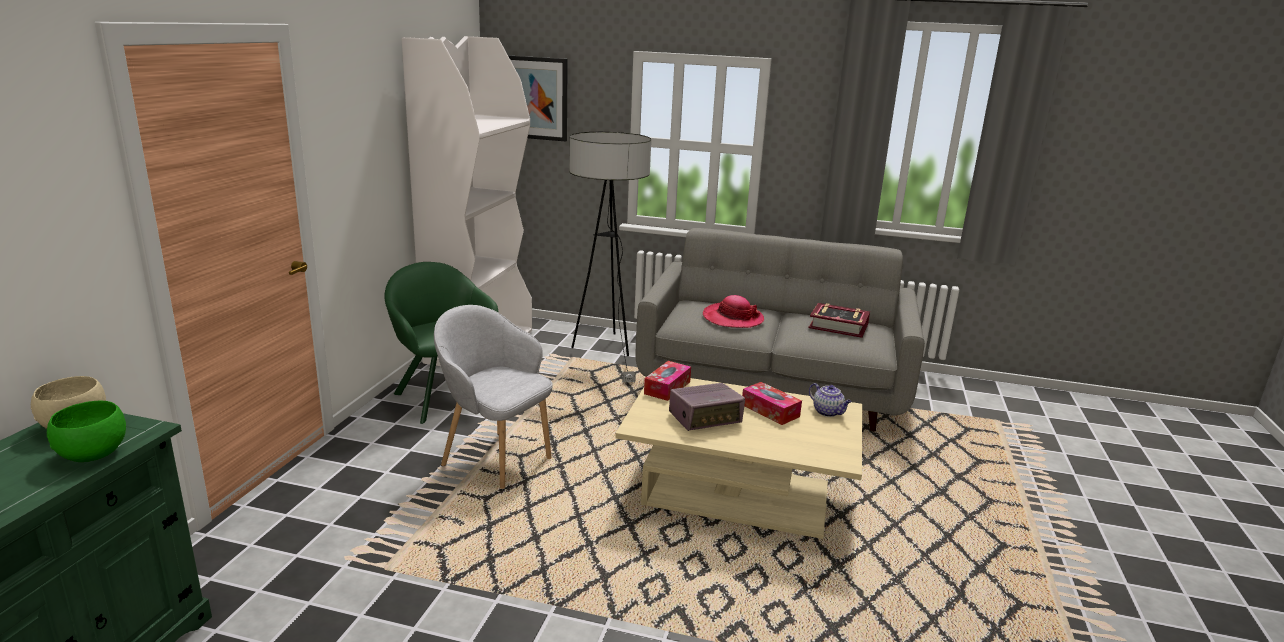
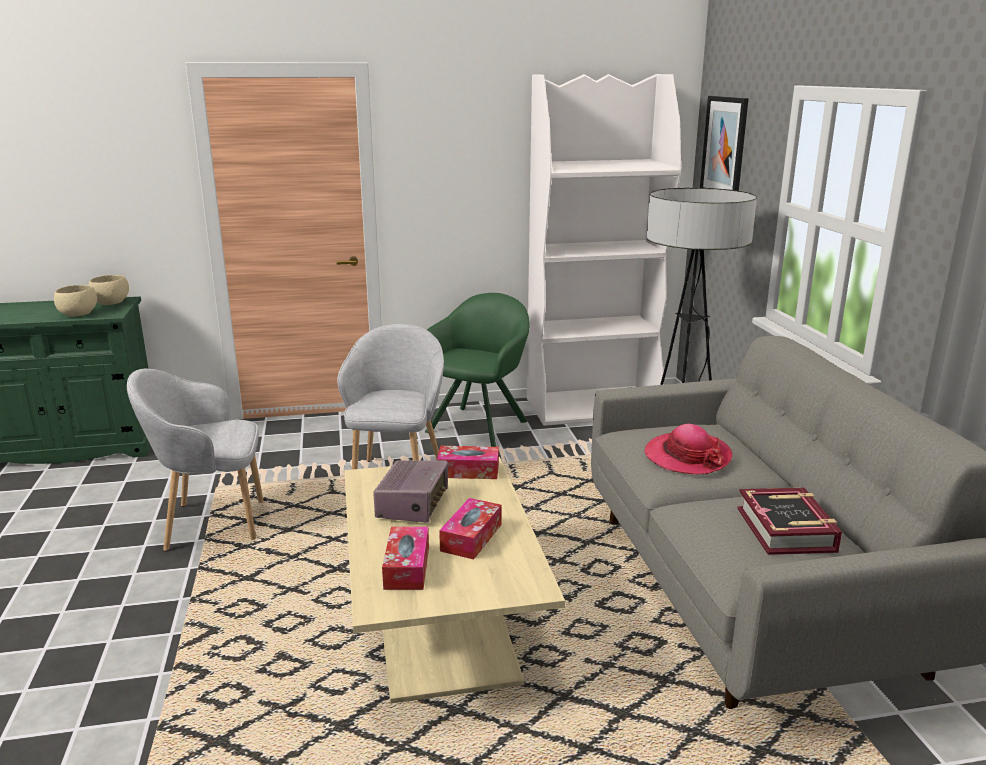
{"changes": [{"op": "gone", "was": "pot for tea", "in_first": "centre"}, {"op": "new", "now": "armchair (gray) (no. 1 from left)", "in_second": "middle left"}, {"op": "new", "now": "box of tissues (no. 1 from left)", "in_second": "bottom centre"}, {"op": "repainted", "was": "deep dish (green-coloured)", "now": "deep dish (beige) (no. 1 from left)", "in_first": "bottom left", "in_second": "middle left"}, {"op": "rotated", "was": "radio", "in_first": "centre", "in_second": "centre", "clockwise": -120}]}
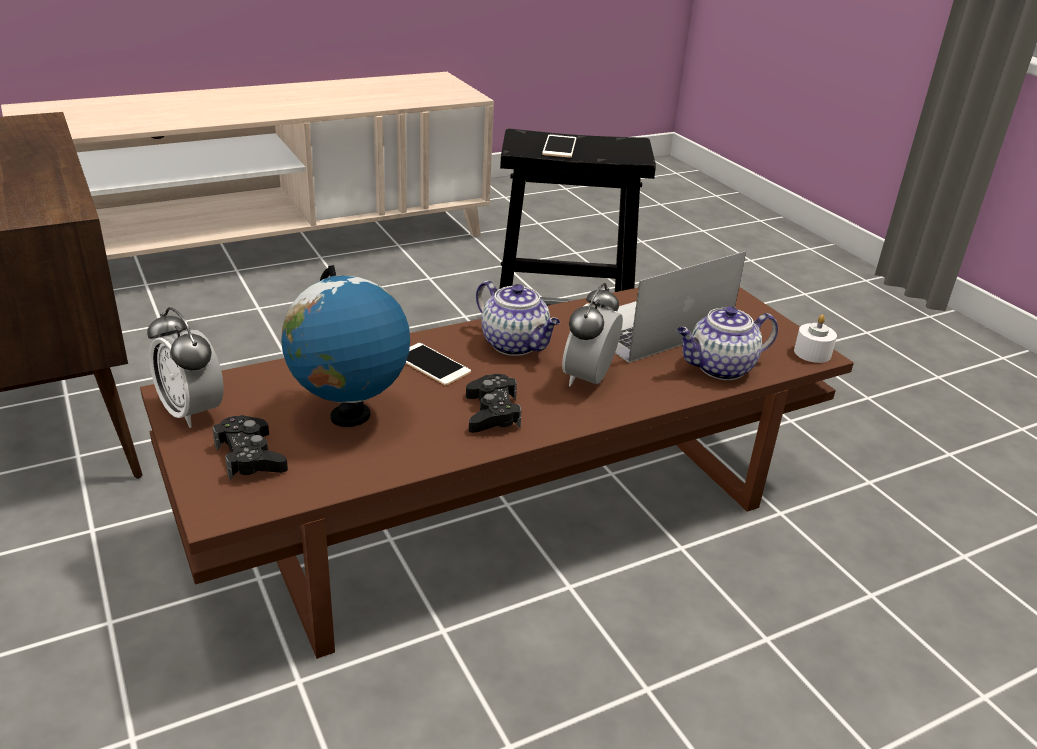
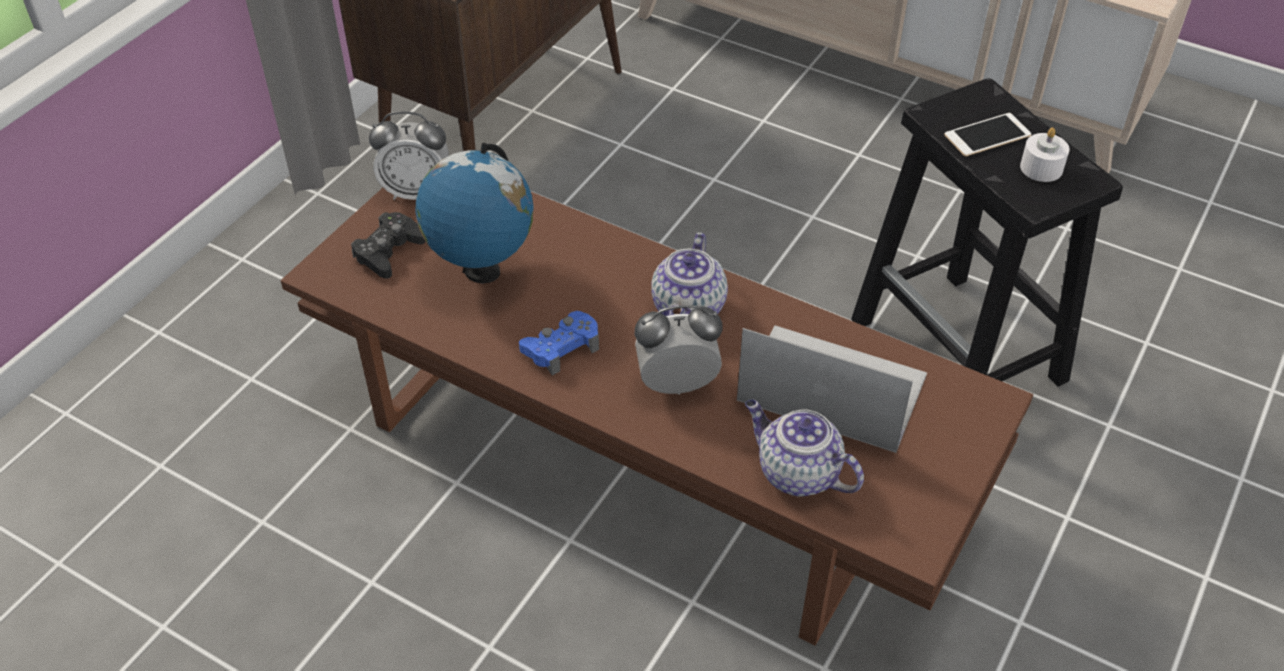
{"changes": [{"op": "gone", "was": "phone (no. 1 from left)", "in_first": "centre"}, {"op": "shifted", "was": "wax light (white-coloured)", "in_first": "middle right", "in_second": "top right"}, {"op": "repainted", "was": "joypad (black-coloured) (no. 2 from left)", "now": "joypad (blue-coloured)", "in_first": "centre", "in_second": "centre"}, {"op": "rotated", "was": "bedside clock (no. 1 from left)", "in_first": "middle left", "in_second": "top left", "clockwise": -105}]}
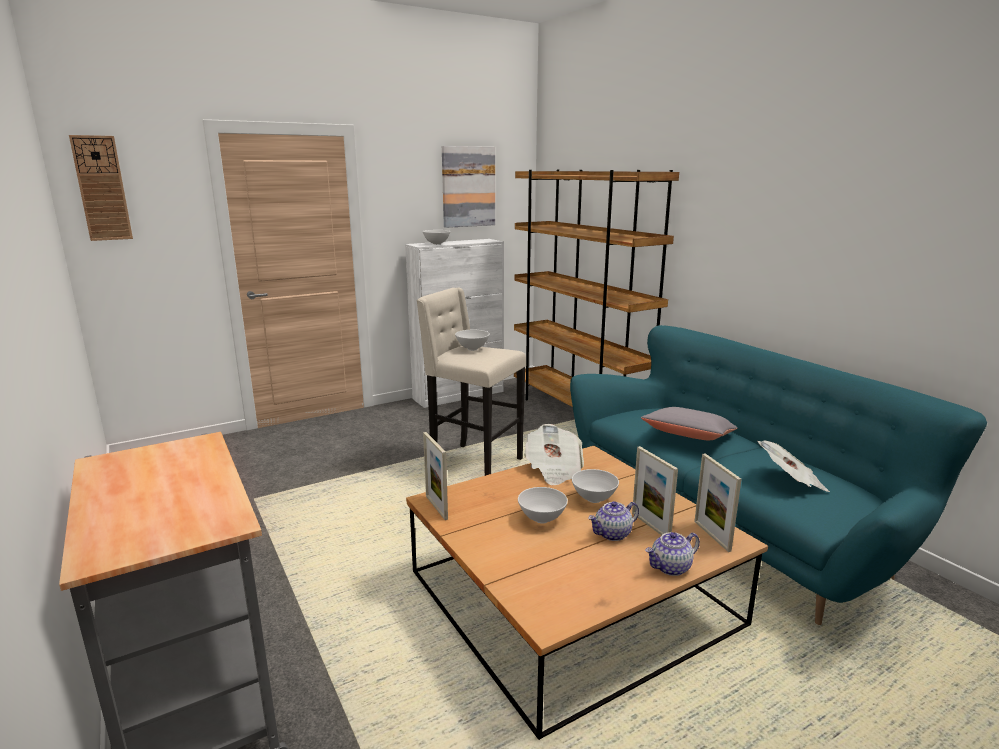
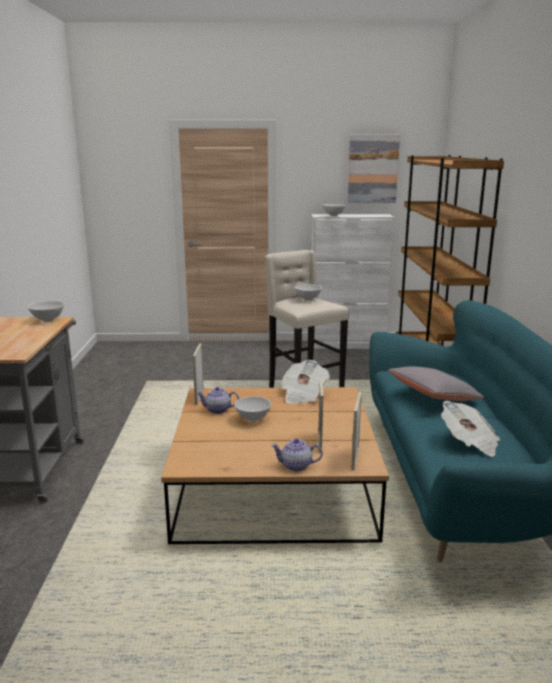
{"changes": [{"op": "gone", "was": "clock on the wall", "in_first": "top left"}, {"op": "shifted", "was": "deep dish (white-coloured) (no. 4 from left in the first image)", "now": "deep dish (white-coloured) (no. 1 from left)", "in_first": "centre", "in_second": "middle left"}, {"op": "shifted", "was": "pot for tea (no. 1 from left)", "in_first": "bottom centre", "in_second": "centre"}]}
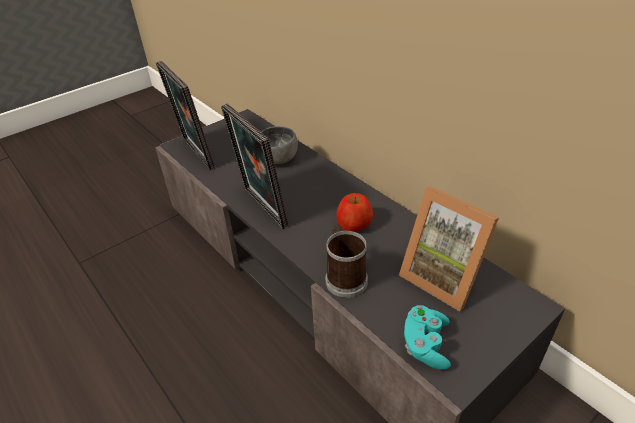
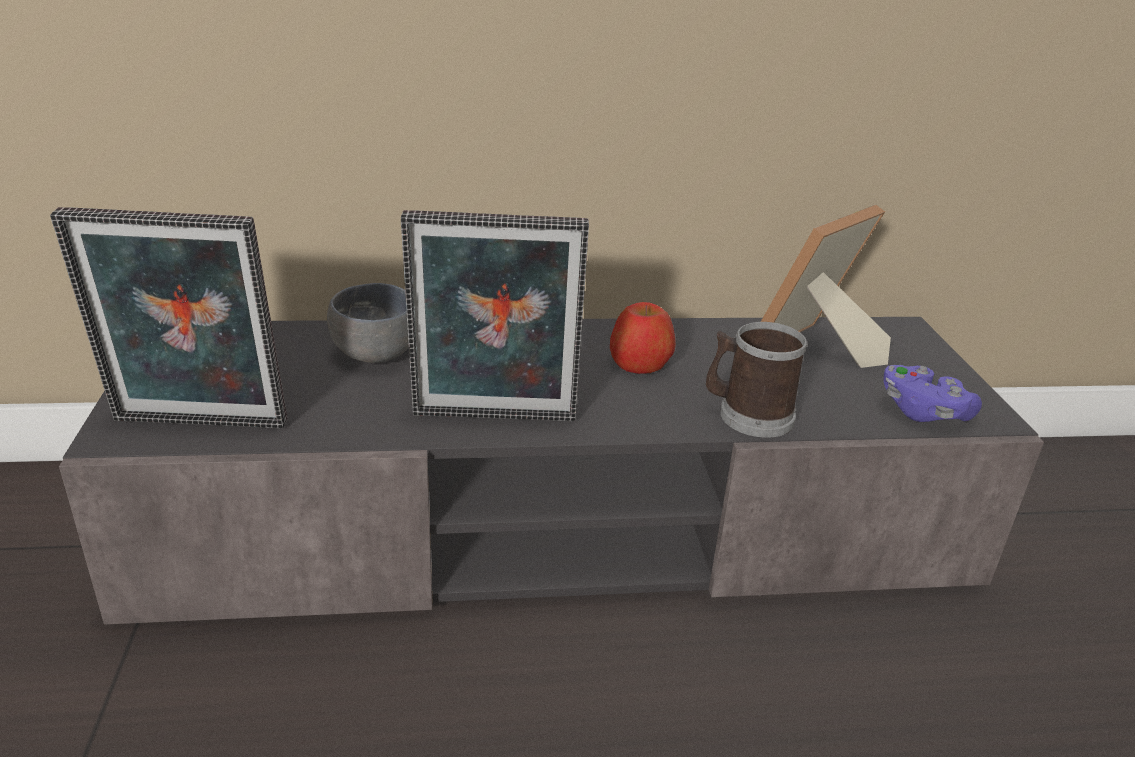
{"changes": [{"op": "repainted", "was": "joypad (turquoise-coloured)", "now": "joypad (purple-coloured)", "in_first": "bottom right", "in_second": "middle right"}, {"op": "rotated", "was": "photo frame (no. 3 from left)", "in_first": "middle right", "in_second": "middle right", "clockwise": 150}]}
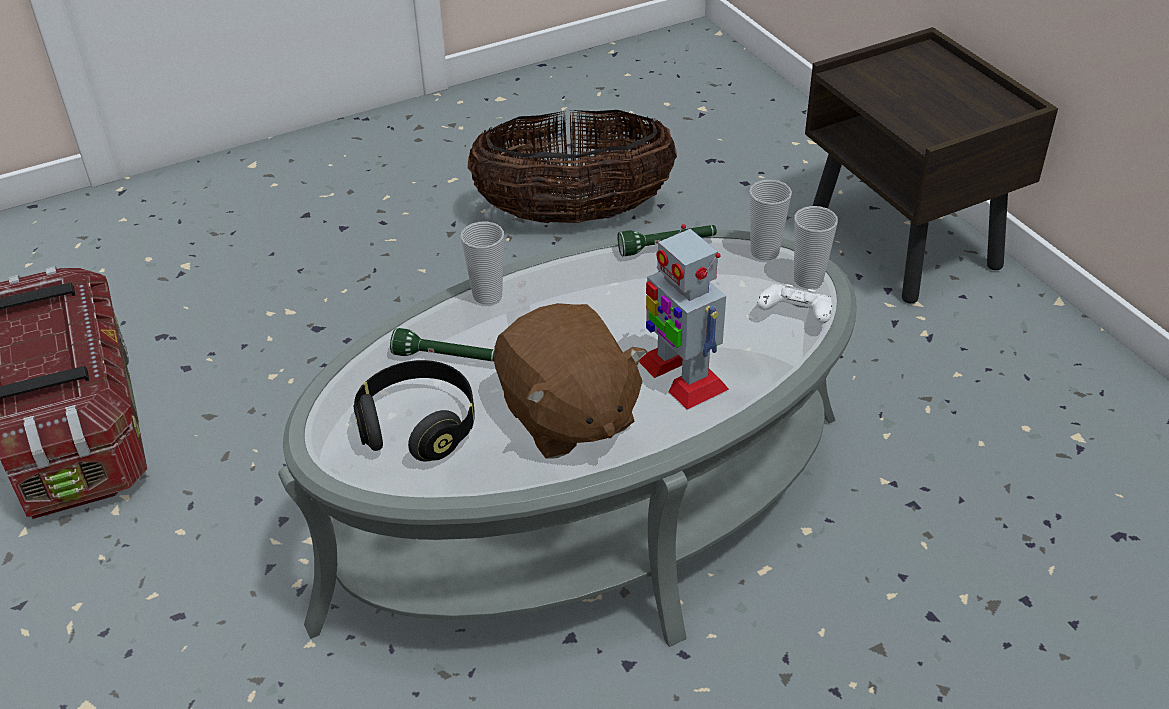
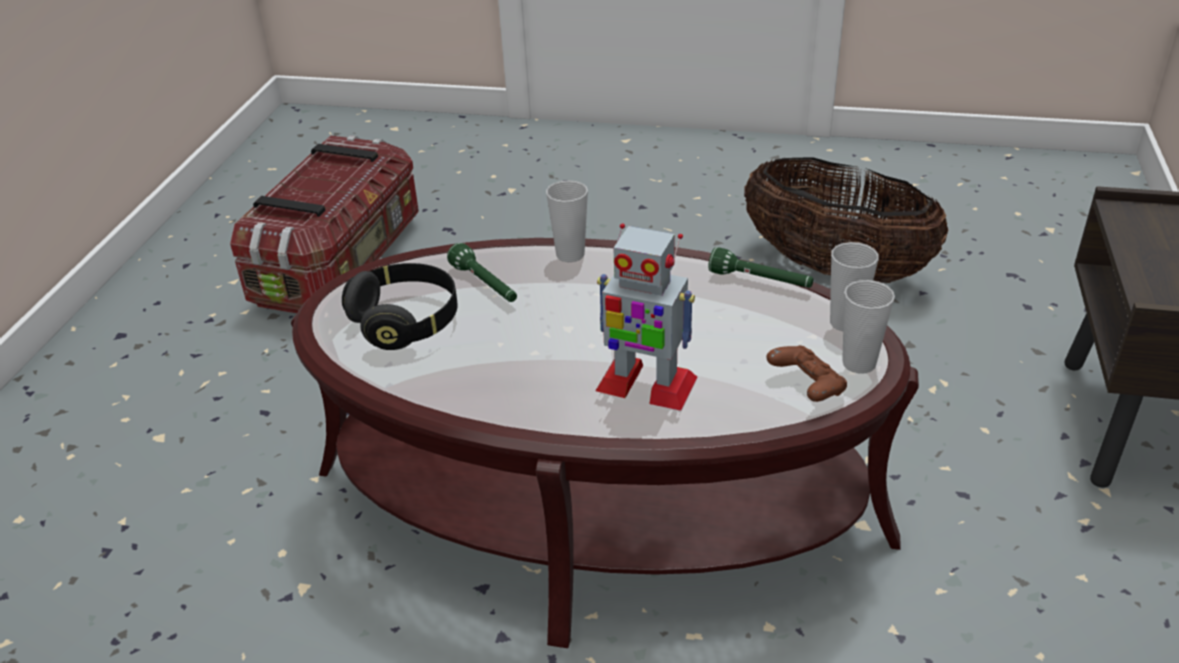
{"changes": [{"op": "gone", "was": "plush toy (brown-coloured)", "in_first": "centre"}, {"op": "repainted", "was": "coffee table (gray)", "now": "coffee table (brown-coloured)", "in_first": "centre", "in_second": "bottom centre"}, {"op": "repainted", "was": "joypad (white-coloured)", "now": "joypad (brown-coloured)", "in_first": "middle right", "in_second": "middle right"}, {"op": "rotated", "was": "model robot", "in_first": "centre", "in_second": "centre", "clockwise": -75}]}
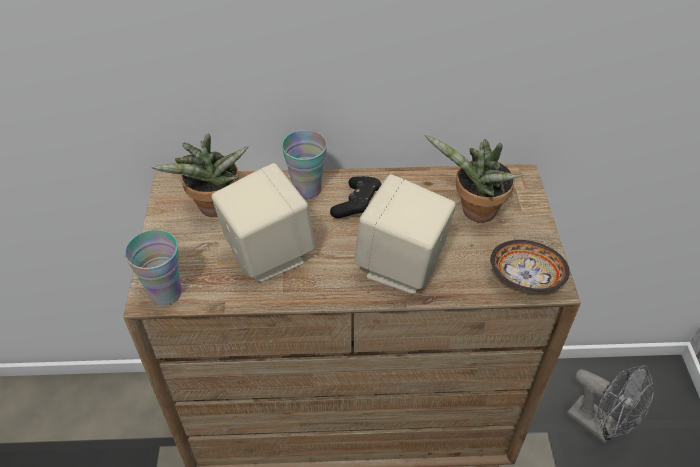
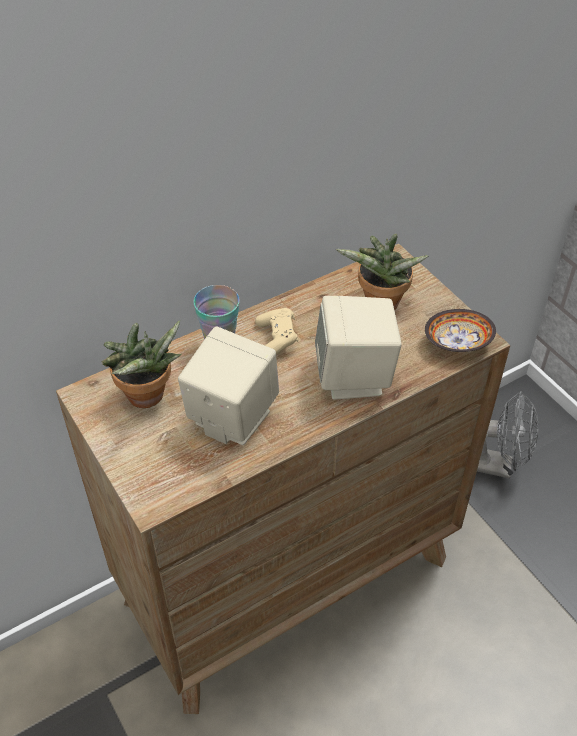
{"changes": [{"op": "gone", "was": "cup (no. 1 from left)", "in_first": "middle left"}, {"op": "repainted", "was": "joypad (black-coloured)", "now": "joypad (beige)", "in_first": "centre", "in_second": "centre"}]}
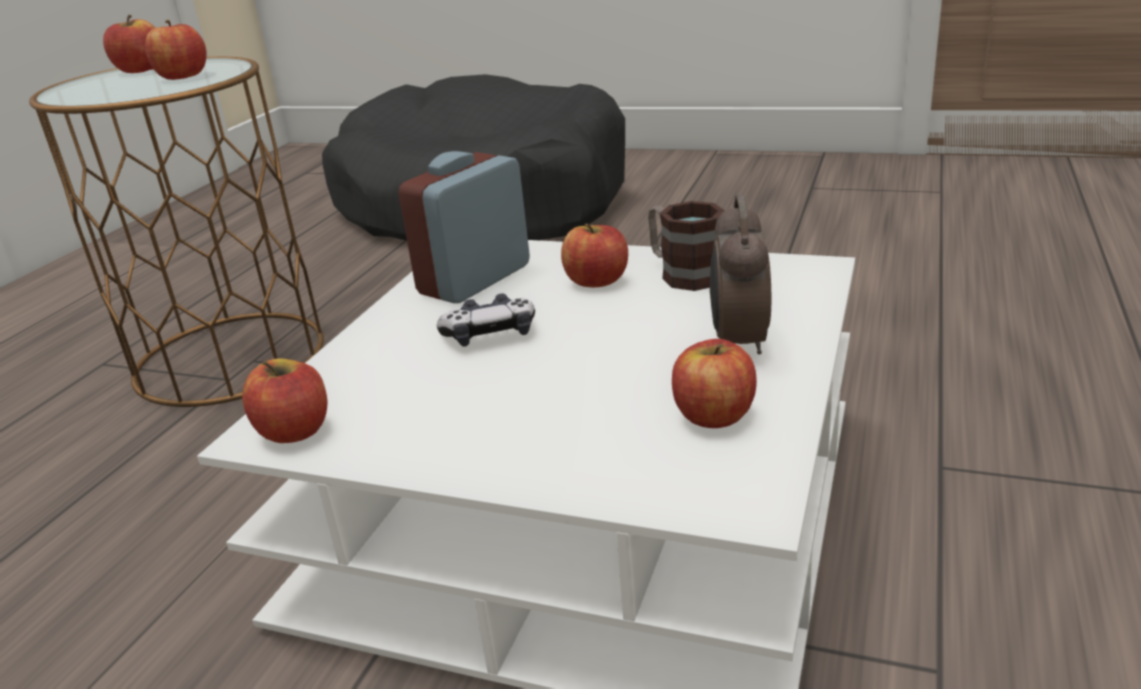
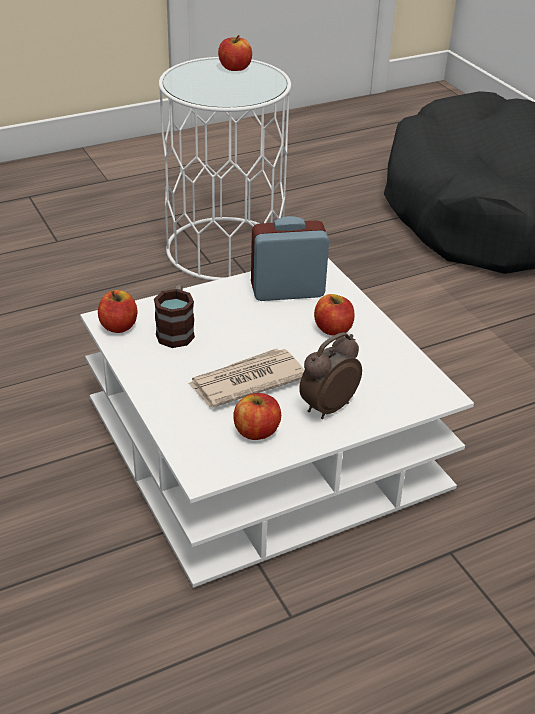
{"changes": [{"op": "gone", "was": "whole apple (no. 2 from left)", "in_first": "top left"}, {"op": "gone", "was": "joypad", "in_first": "centre"}, {"op": "new", "now": "printed paper", "in_second": "centre"}, {"op": "shifted", "was": "mug", "in_first": "centre", "in_second": "middle left"}, {"op": "repainted", "was": "side table (brown-coloured)", "now": "side table (white-coloured)", "in_first": "middle left", "in_second": "top centre"}]}
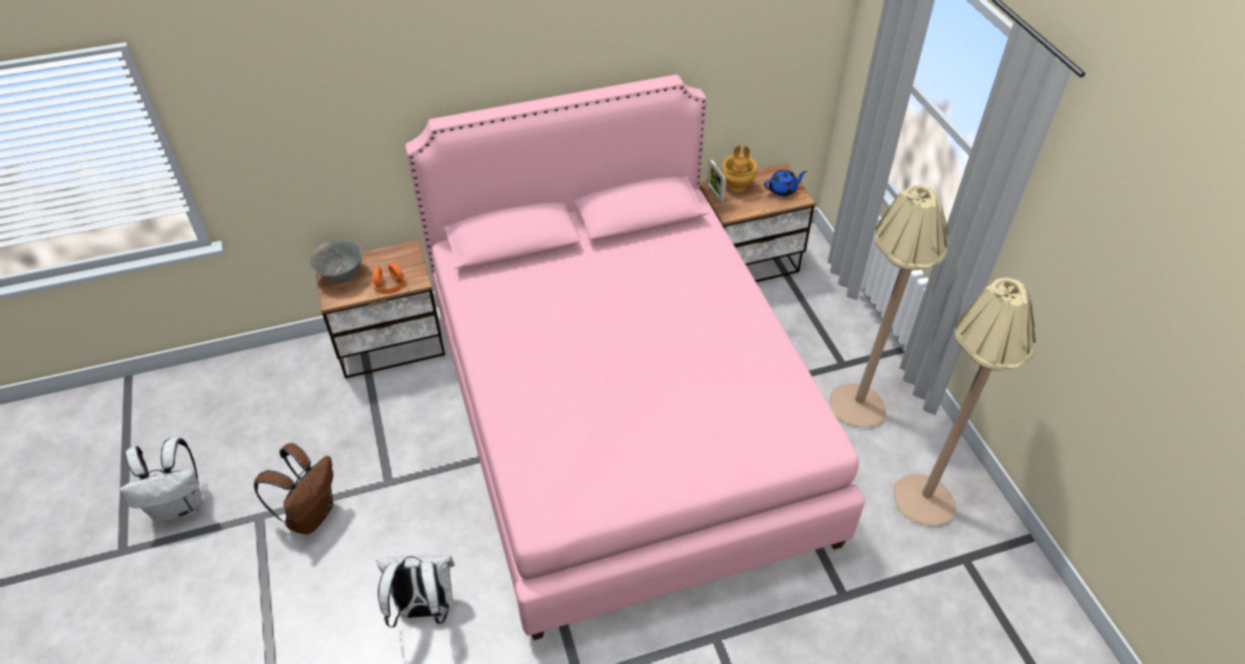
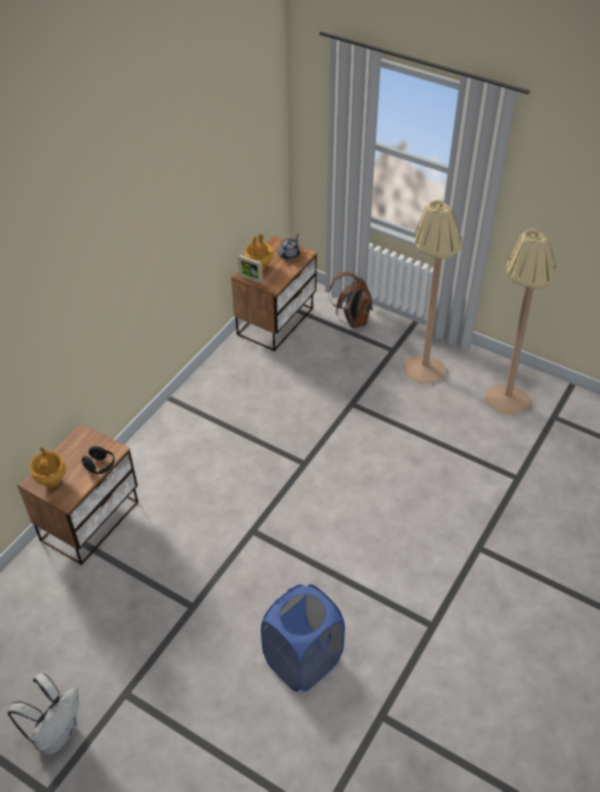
{"changes": [{"op": "gone", "was": "sleeping bed (pinkish)", "in_first": "centre"}, {"op": "shifted", "was": "knapsack (brown-coloured)", "in_first": "bottom left", "in_second": "centre"}, {"op": "swapped", "was": "deep dish (gray)", "now": "flower vase (brown-coloured) (no. 1 from left)", "in_first": "middle left", "in_second": "middle left"}, {"op": "swapped", "was": "knapsack (white-coloured) (no. 2 from left)", "now": "laundry basket (blue-coloured)", "in_first": "bottom centre", "in_second": "bottom centre"}, {"op": "repainted", "was": "pair of headphones (orange)", "now": "pair of headphones (black-coloured)", "in_first": "middle left", "in_second": "middle left"}, {"op": "repainted", "was": "pot for tea (blue-coloured)", "now": "pot for tea (gray)", "in_first": "top centre", "in_second": "top centre"}]}
